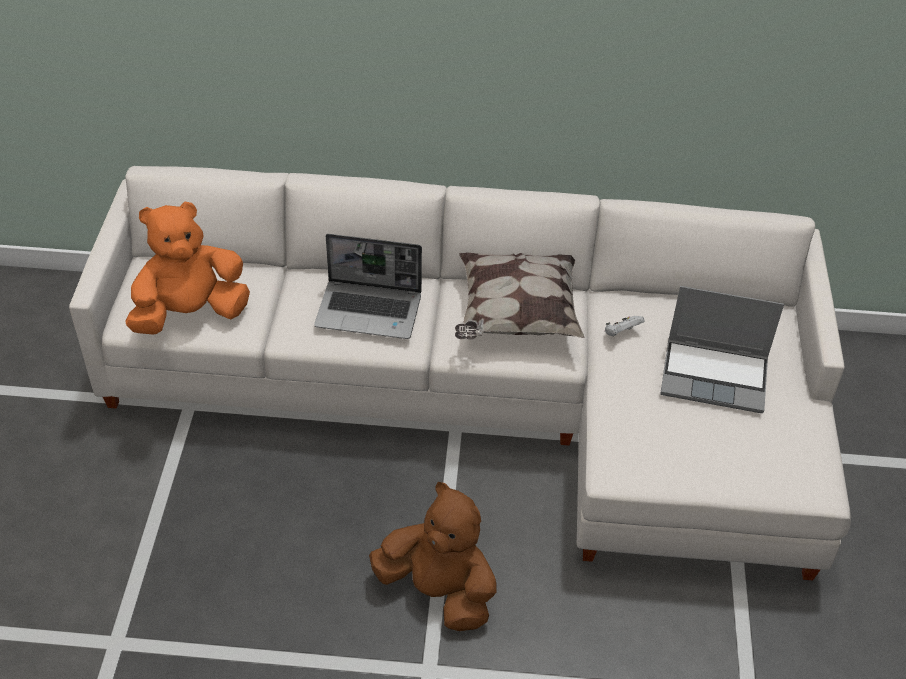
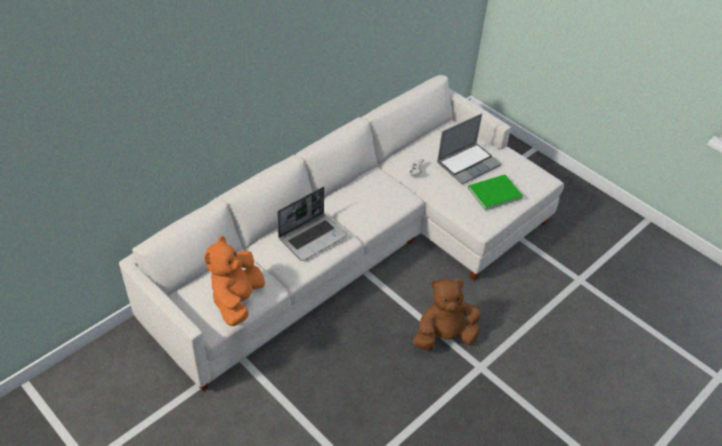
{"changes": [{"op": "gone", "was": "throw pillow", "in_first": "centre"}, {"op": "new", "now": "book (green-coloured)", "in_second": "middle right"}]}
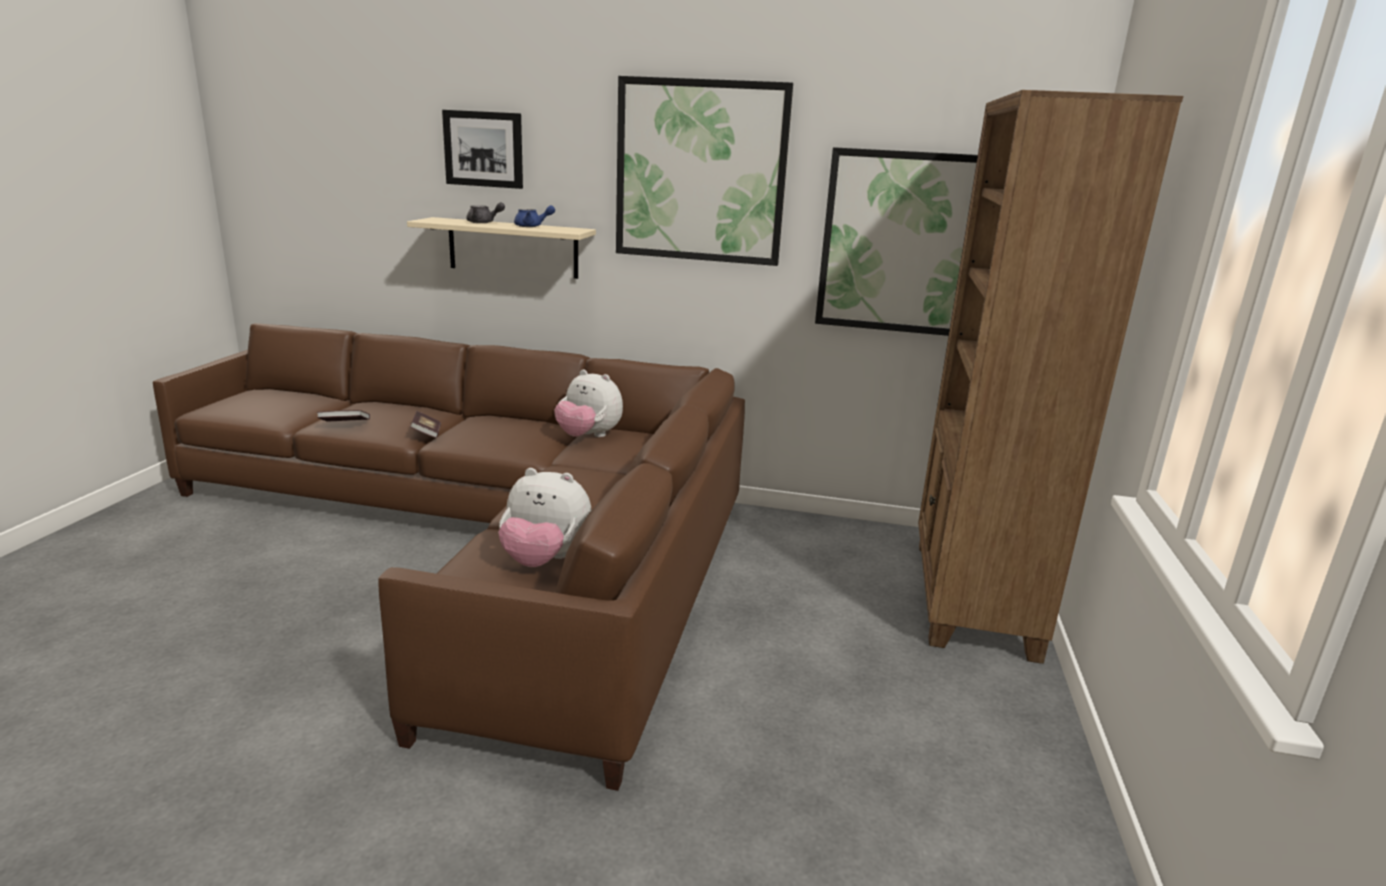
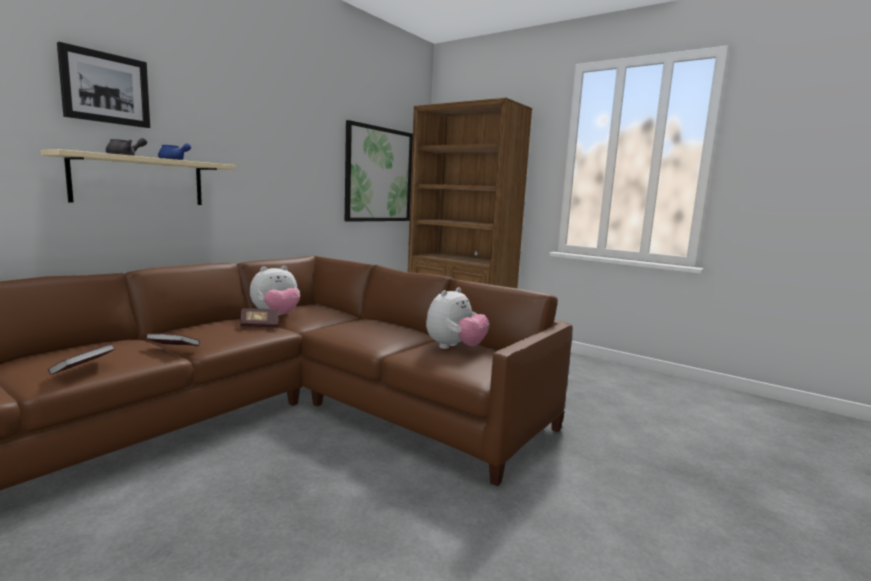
{"changes": [{"op": "gone", "was": "wall art (no. 2 from left)", "in_first": "top centre"}, {"op": "new", "now": "book (no. 3 from left)", "in_second": "middle left"}]}
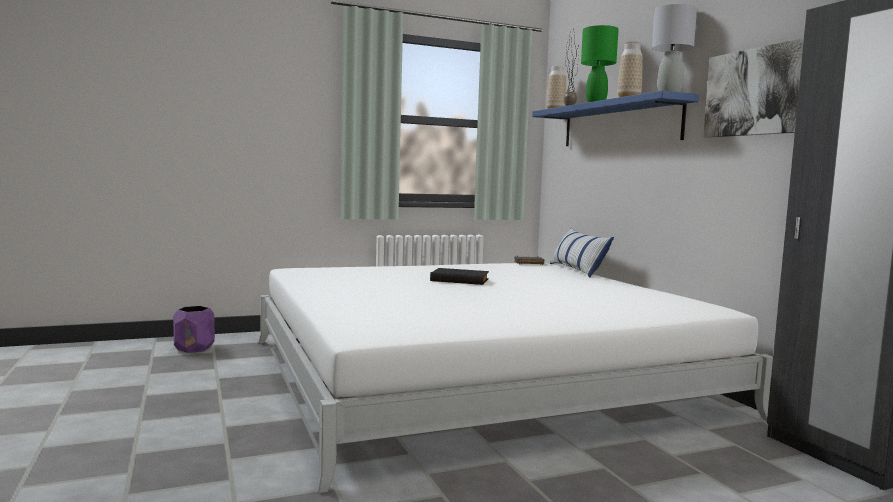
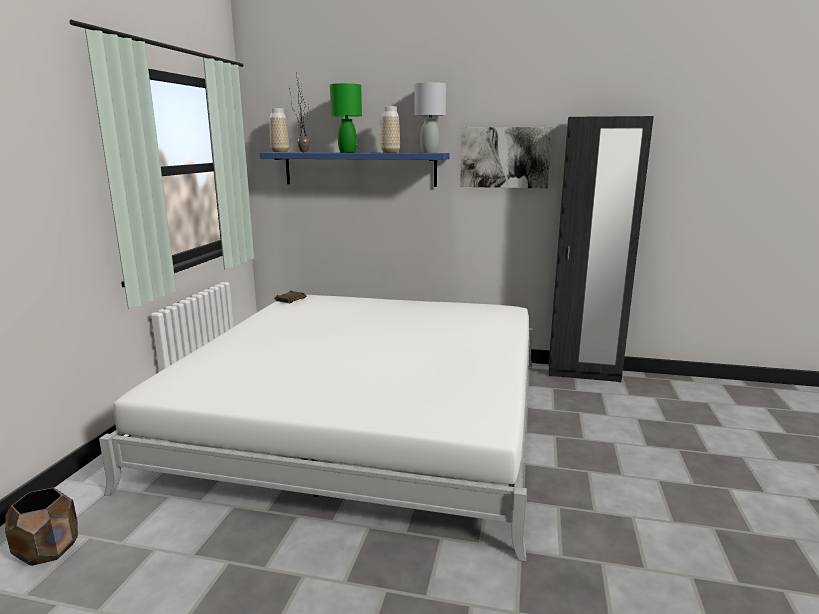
{"changes": [{"op": "gone", "was": "book (black-coloured) (no. 1 from left)", "in_first": "centre"}, {"op": "gone", "was": "throw pillow", "in_first": "centre"}, {"op": "repainted", "was": "flower pot (purple-coloured)", "now": "flower pot (brown-coloured)", "in_first": "middle left", "in_second": "bottom left"}]}
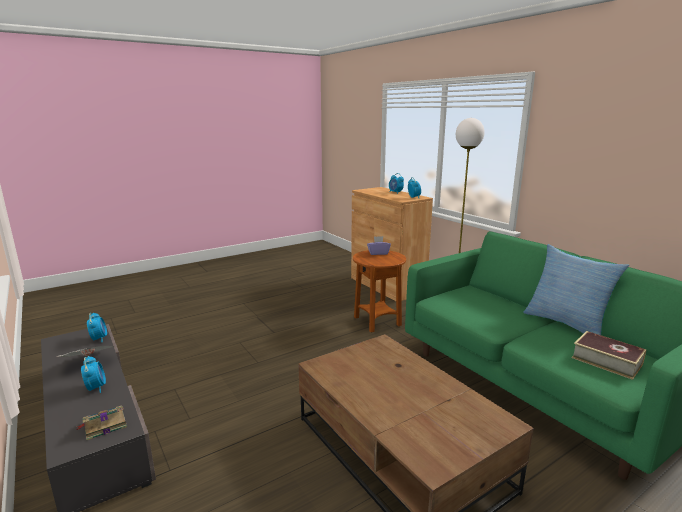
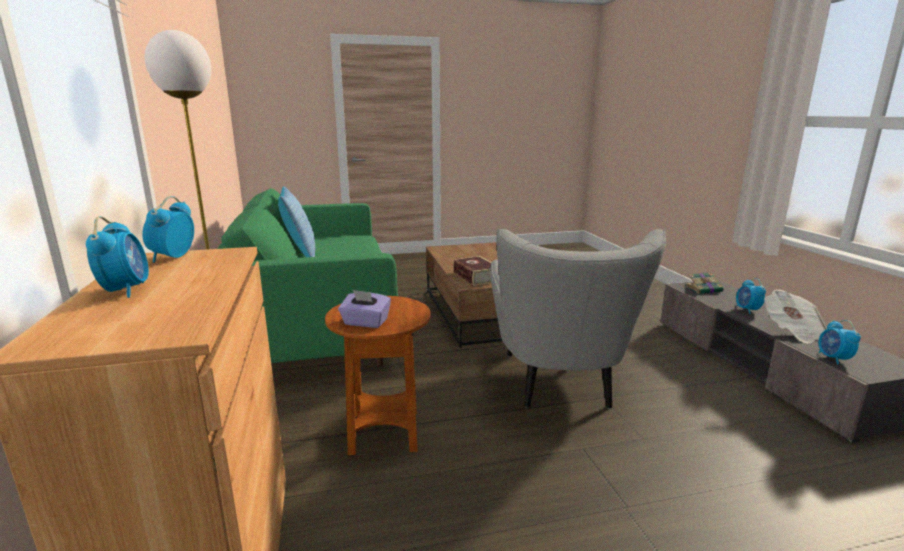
{"changes": [{"op": "new", "now": "armchair (gray)", "in_second": "centre"}, {"op": "shifted", "was": "book (no. 2 from left in the first image)", "now": "book (no. 1 from left)", "in_first": "bottom right", "in_second": "centre"}]}
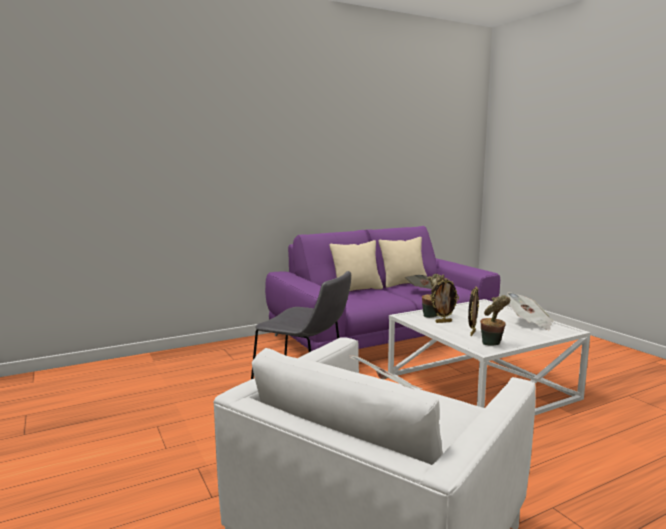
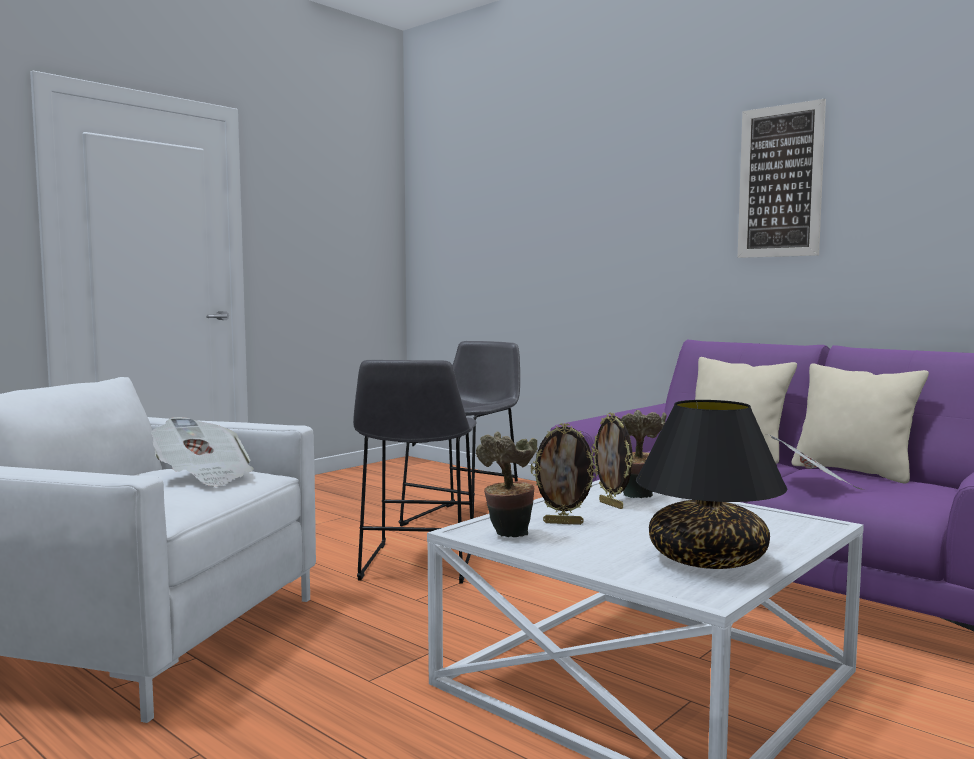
{"changes": [{"op": "new", "now": "stool seat (gray) (no. 2 from left)", "in_second": "centre"}, {"op": "new", "now": "wall art", "in_second": "top right"}, {"op": "swapped", "was": "printed paper (no. 3 from left)", "now": "tabletop lamp (black-coloured)", "in_first": "middle right", "in_second": "middle right"}]}
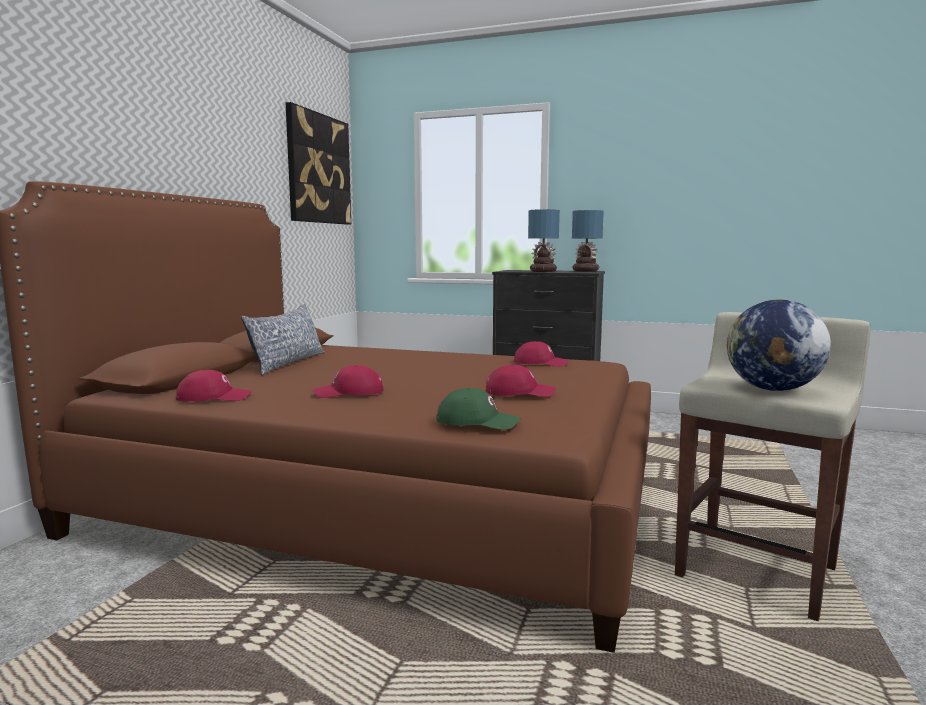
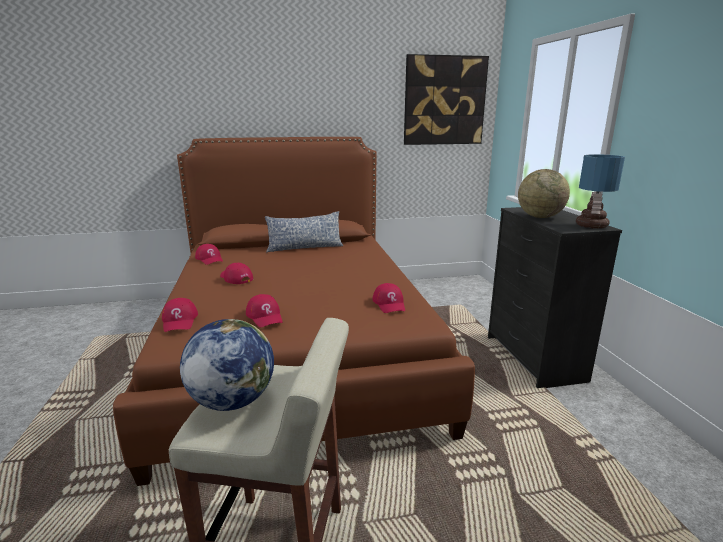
{"changes": [{"op": "swapped", "was": "tabletop lamp (no. 1 from left)", "now": "world globe (no. 2 from left)", "in_first": "centre", "in_second": "middle right"}, {"op": "repainted", "was": "baseball cap (green-coloured)", "now": "baseball cap (red-coloured) (no. 1 from left)", "in_first": "centre", "in_second": "middle left"}]}
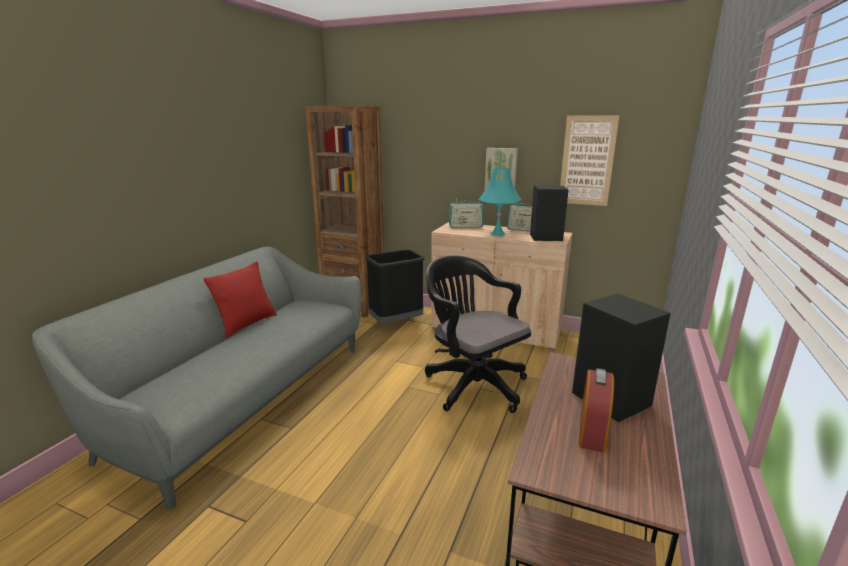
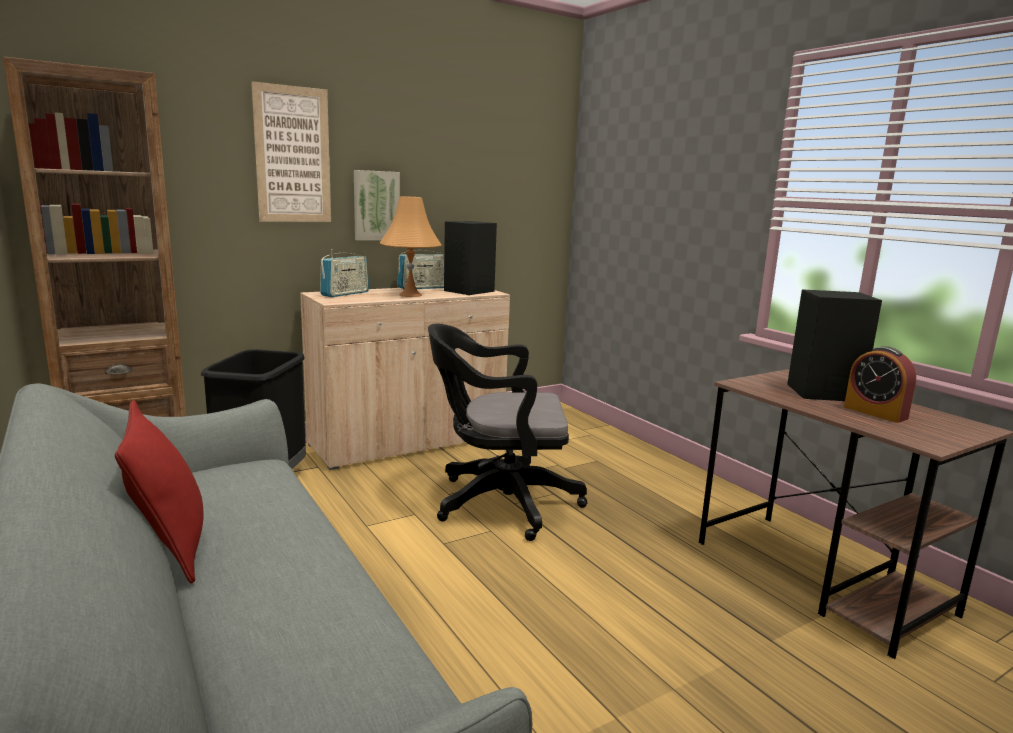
{"changes": [{"op": "shifted", "was": "wall art (no. 2 from left in the first image)", "now": "wall art (no. 1 from left)", "in_first": "top right", "in_second": "top left"}, {"op": "repainted", "was": "tabletop lamp (turquoise-coloured)", "now": "tabletop lamp (orange)", "in_first": "centre", "in_second": "centre"}]}
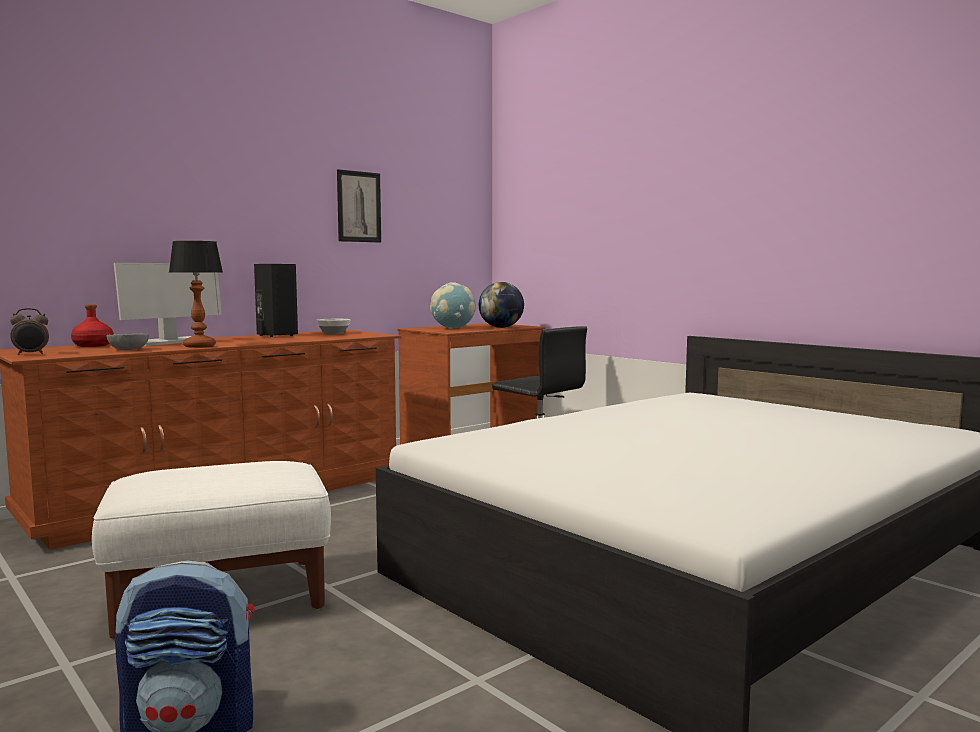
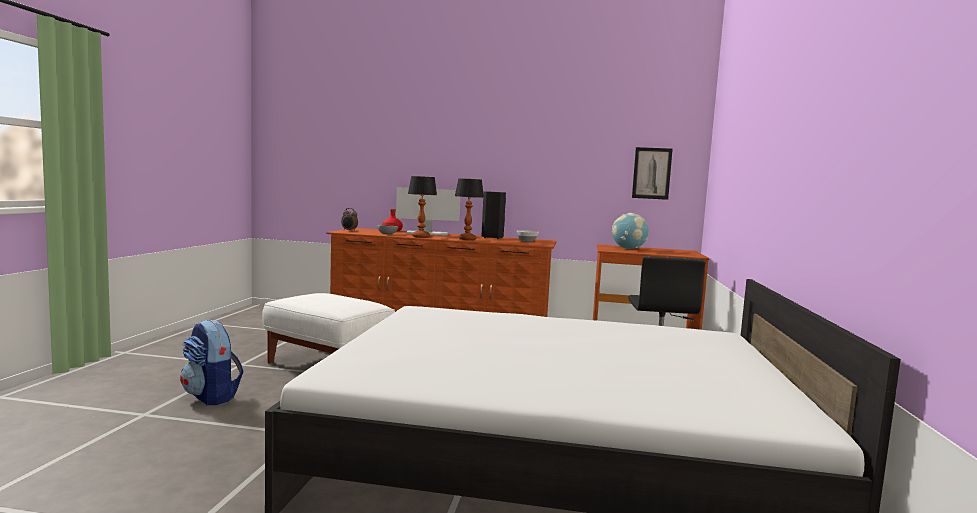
{"changes": [{"op": "gone", "was": "world globe (no. 2 from left)", "in_first": "centre"}, {"op": "new", "now": "tabletop lamp (no. 2 from left)", "in_second": "centre"}, {"op": "shifted", "was": "wall art", "in_first": "top centre", "in_second": "middle right"}]}
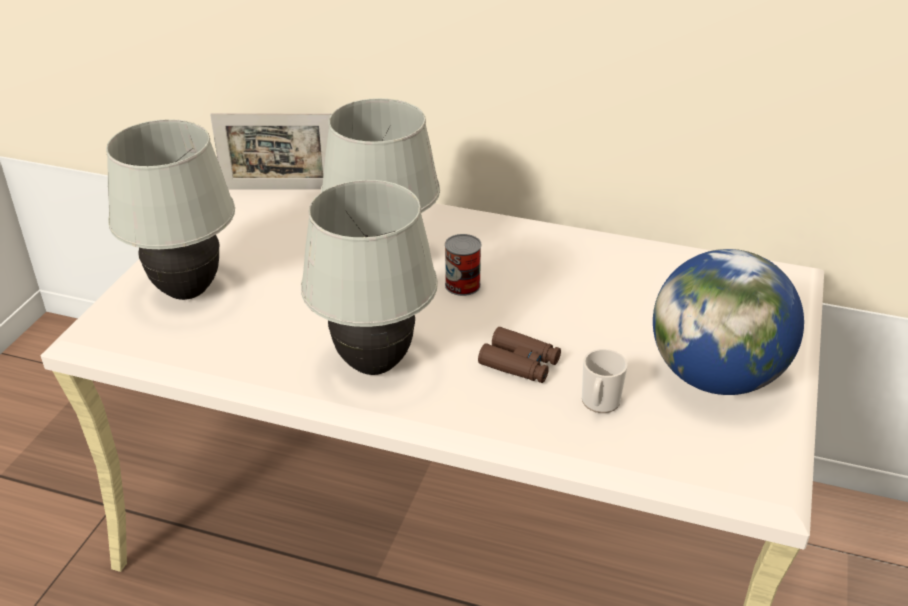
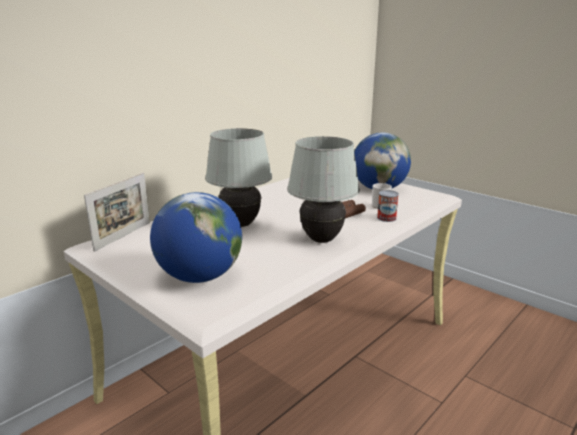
{"changes": [{"op": "shifted", "was": "can", "in_first": "centre", "in_second": "middle right"}, {"op": "swapped", "was": "tabletop lamp (white-coloured) (no. 1 from left)", "now": "world globe (no. 1 from left)", "in_first": "middle left", "in_second": "centre"}]}
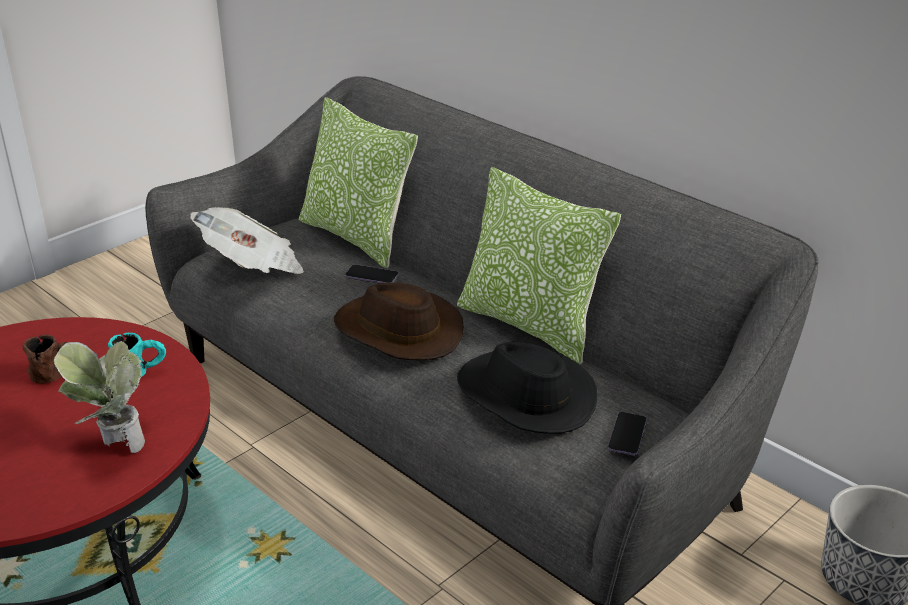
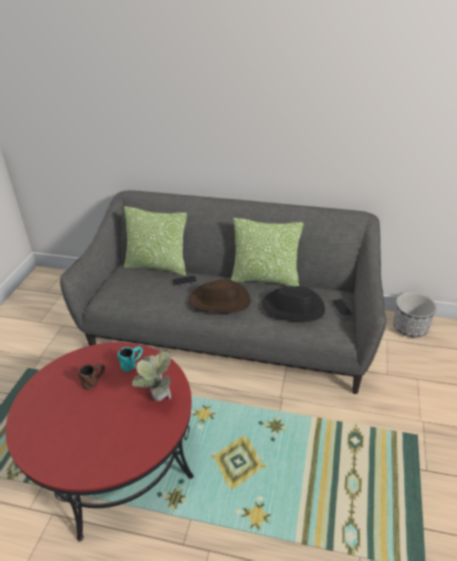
{"changes": [{"op": "gone", "was": "printed paper", "in_first": "middle left"}]}
